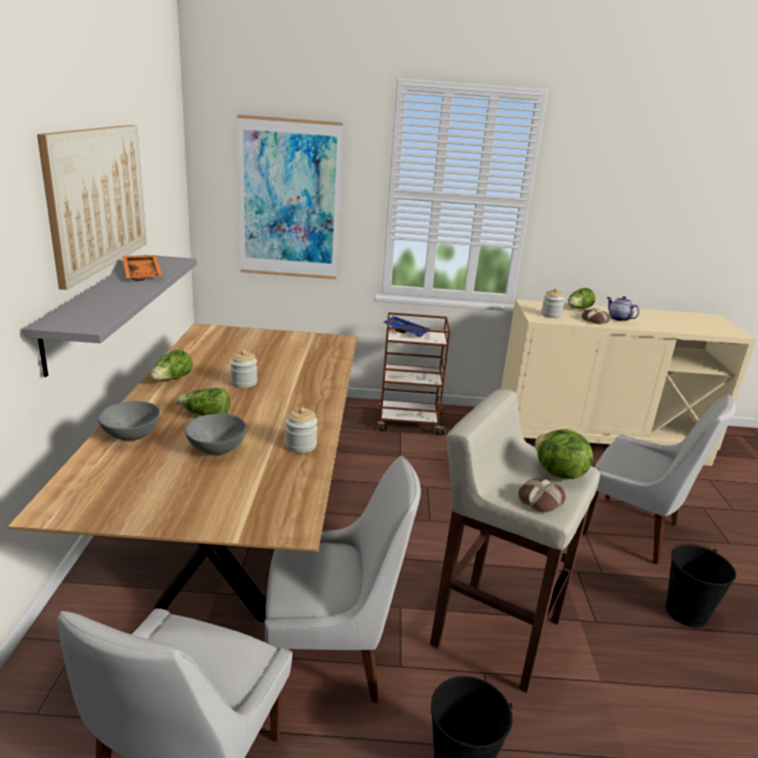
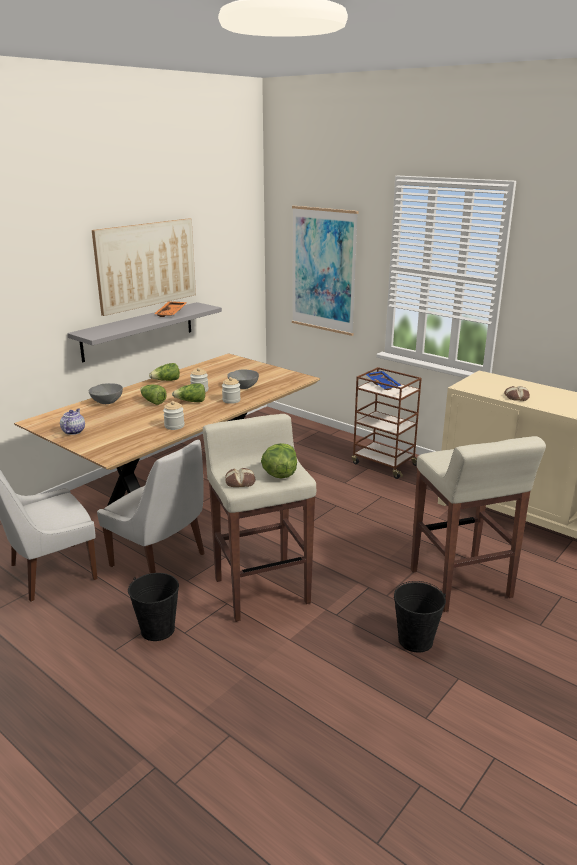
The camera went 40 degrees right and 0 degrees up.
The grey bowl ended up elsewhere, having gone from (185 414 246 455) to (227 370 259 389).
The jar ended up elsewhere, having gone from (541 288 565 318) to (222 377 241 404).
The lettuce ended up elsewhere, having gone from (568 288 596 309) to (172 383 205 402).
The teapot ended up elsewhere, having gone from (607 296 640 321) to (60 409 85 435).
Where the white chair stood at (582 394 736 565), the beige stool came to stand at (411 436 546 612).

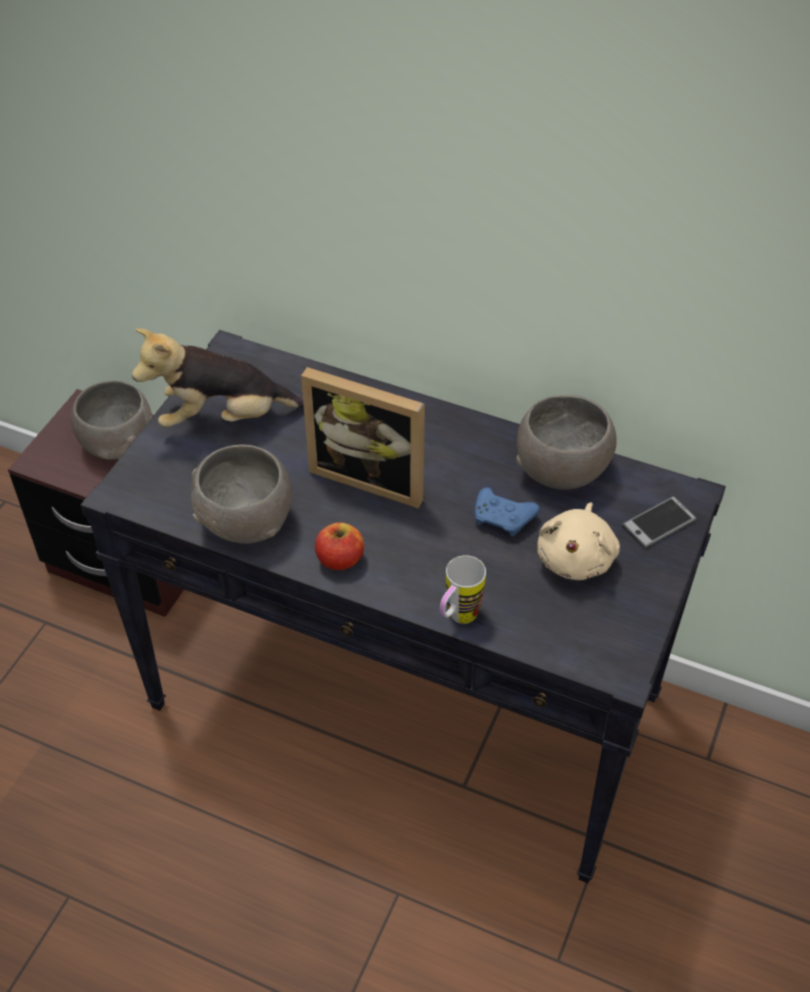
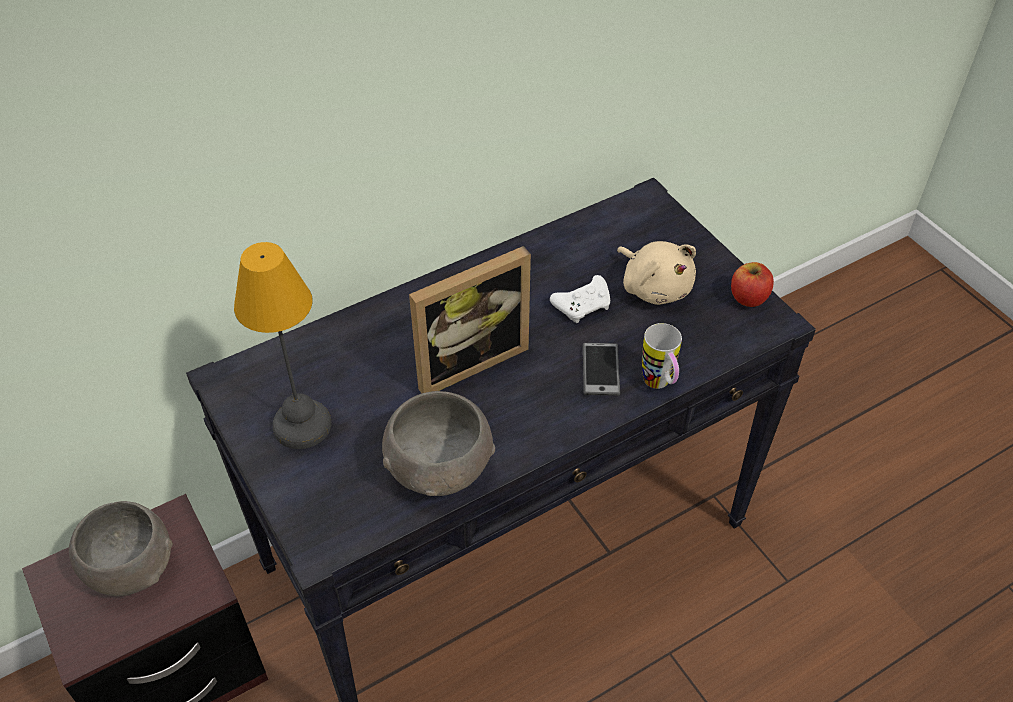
The camera went 55 degrees left and 0 degrees up.
The second view lost the grey bowl at (516 395 617 490).
The apple ended up elsewhere, having gone from (315 523 364 570) to (731 262 774 307).
The phone ended up elsewhere, having gone from (622 496 697 548) to (583 343 620 396).
Where the plush toy stood at (132 328 304 427), the table lamp came to stand at (234 242 332 449).
What was the blue game controller at (475 487 540 536) turned into the white game controller at (550 275 610 323).

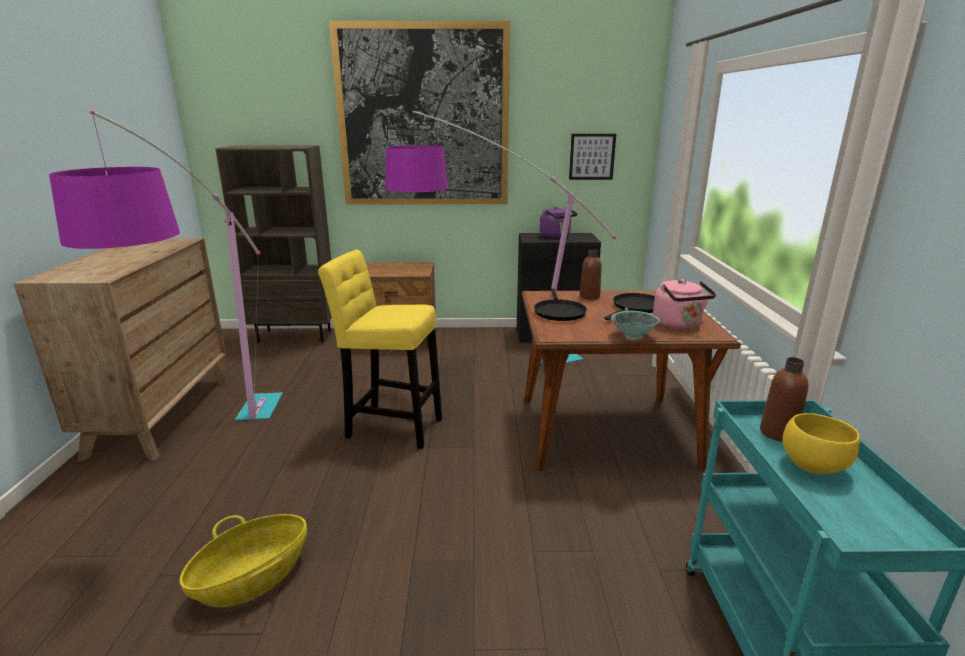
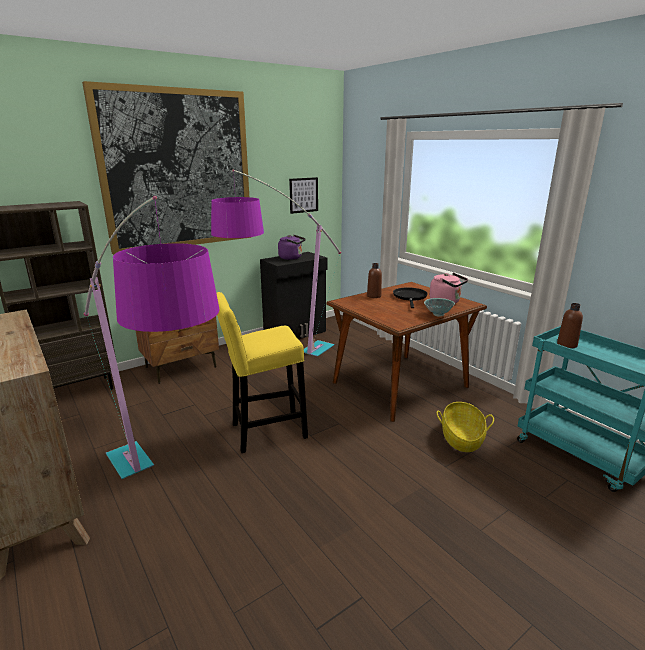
The camera went 35 degrees left and 0 degrees up.
The second view lost the black frying pan at (534 289 587 321).
The second view lost the yellow bowl at (783 413 860 474).
The basket ended up elsewhere, having gone from (179 514 307 607) to (437 402 494 452).

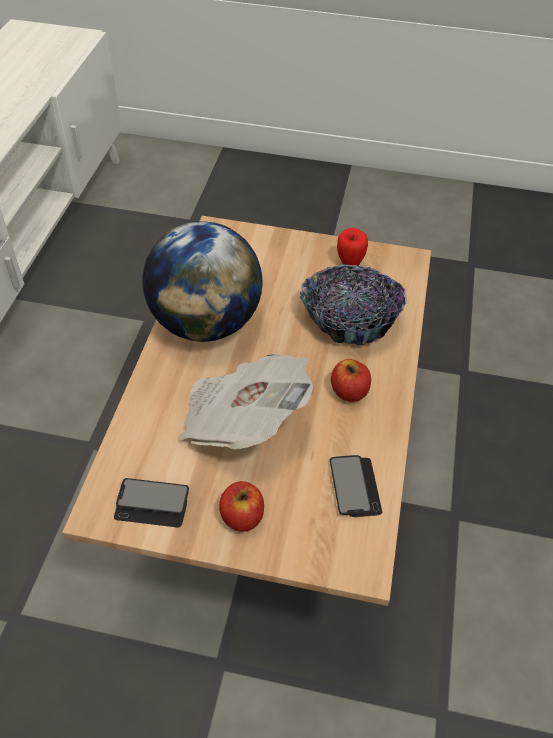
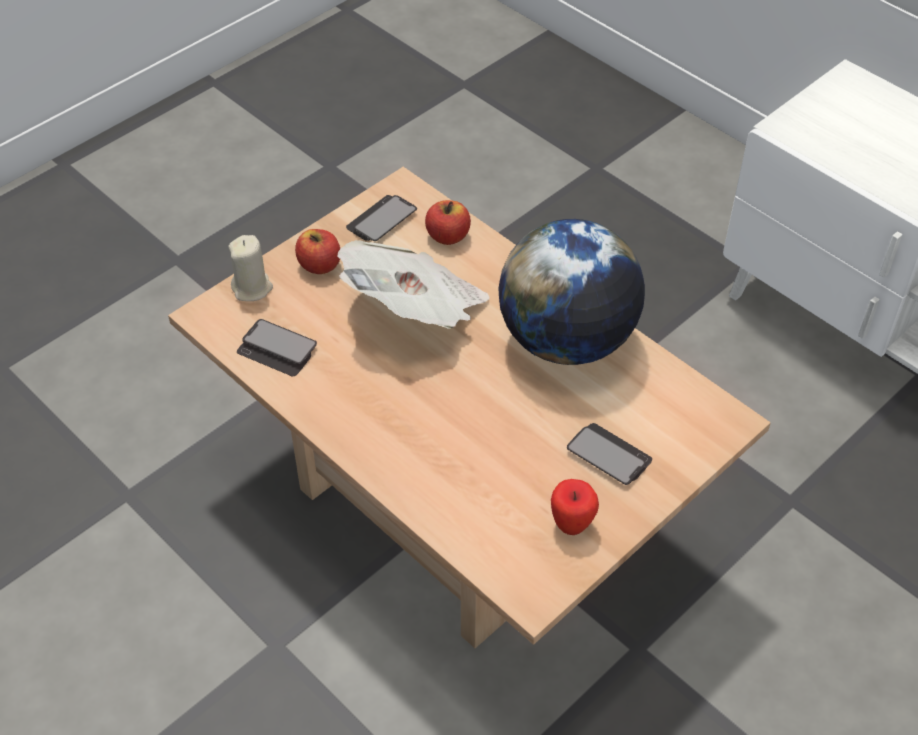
The camera went 125 degrees right and 0 degrees up.
The second view lost the bowl at (300 265 407 345).
The second view gained the beige candle at (229 235 273 301).
The second view gained the phone at (567 423 652 485).
The apple ended up elsewhere, having gone from (331 359 371 402) to (425 200 471 245).

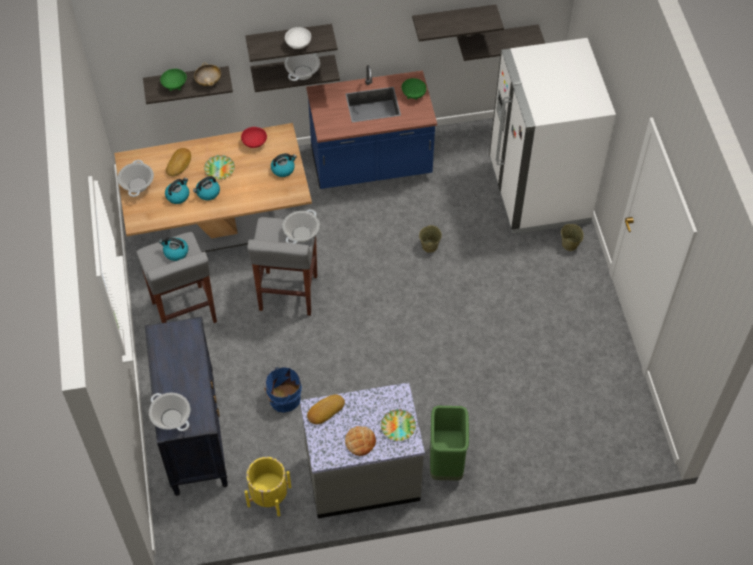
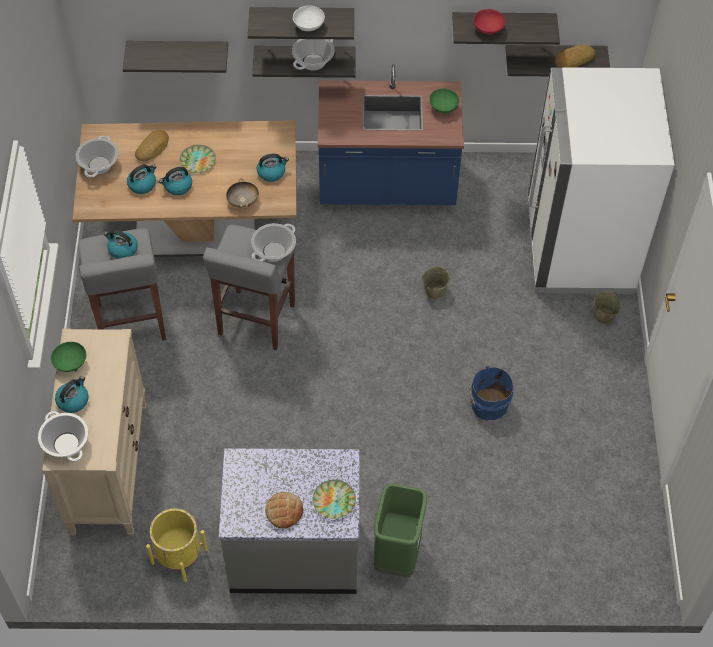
The camera went 10 degrees right and 0 degrees up.
The second view gained the kettle at (55 376 89 413).
The green bowl ended up elsewhere, having gone from (160 69 187 91) to (51 342 87 372).
The beige bowl ended up elsewhere, having gone from (194 62 221 86) to (226 178 259 209).
The red bowl ended up elsewhere, having gone from (241 127 267 148) to (474 9 506 35).
The blue bucket ended up elsewhere, having gone from (263 367 302 412) to (468 366 514 420).
The bread ended up elsewhere, having gone from (307 395 345 425) to (555 45 595 68).
What was the black dresser at (145 316 228 496) turned into the beige dresser at (42 329 146 536).

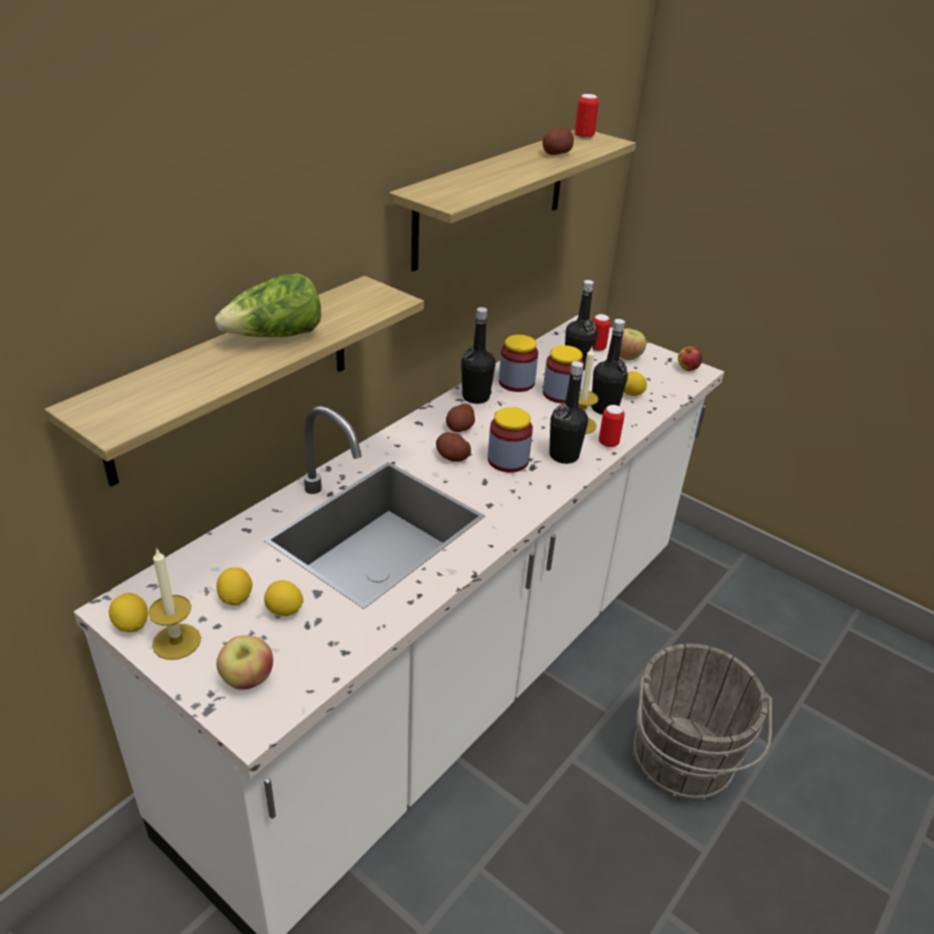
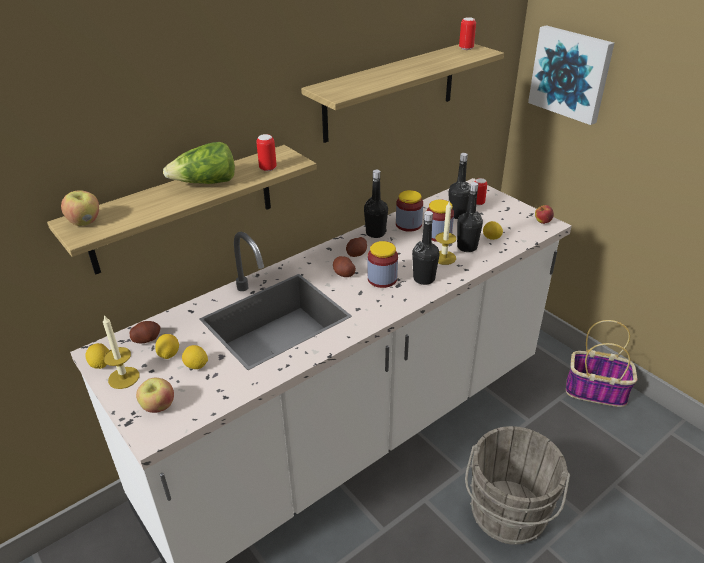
The camera went 15 degrees right and 0 degrees up.
The second view gained the picture at (528 25 614 125).
The second view gained the basket at (566 320 637 407).
The potato ended up elsewhere, having gone from (543 127 574 155) to (129 321 160 343).
The can ended up elsewhere, having gone from (599 405 625 447) to (256 134 277 171).
The apple ended up elsewhere, having gone from (620 328 647 360) to (61 190 99 226).

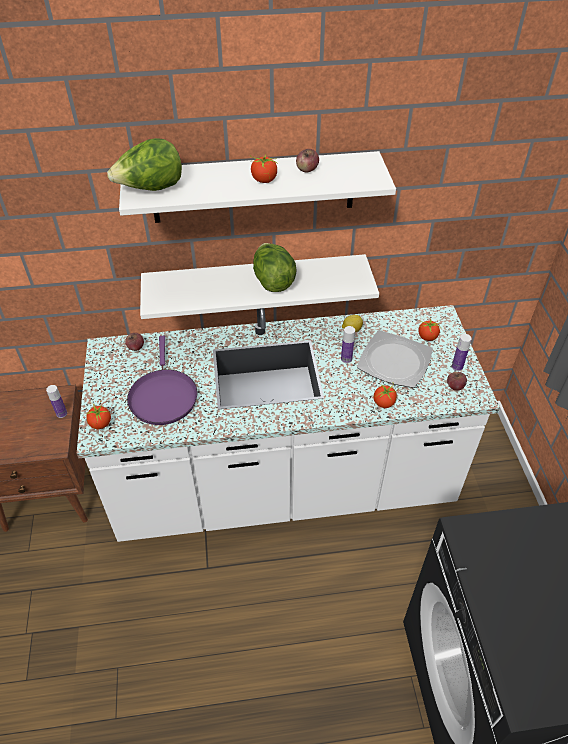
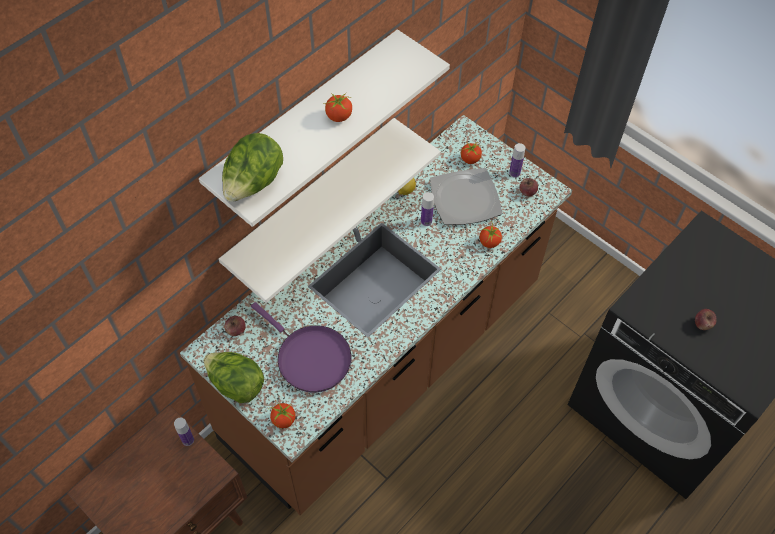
The camera went 40 degrees left and 10 degrees up.
The lettuce ended up elsewhere, having gone from (253 243 297 292) to (203 352 264 403).
The apple ended up elsewhere, having gone from (296 149 319 173) to (695 309 717 330).
What was the white counter at (77 305 500 542) turned into the brown counter at (180 115 572 516).

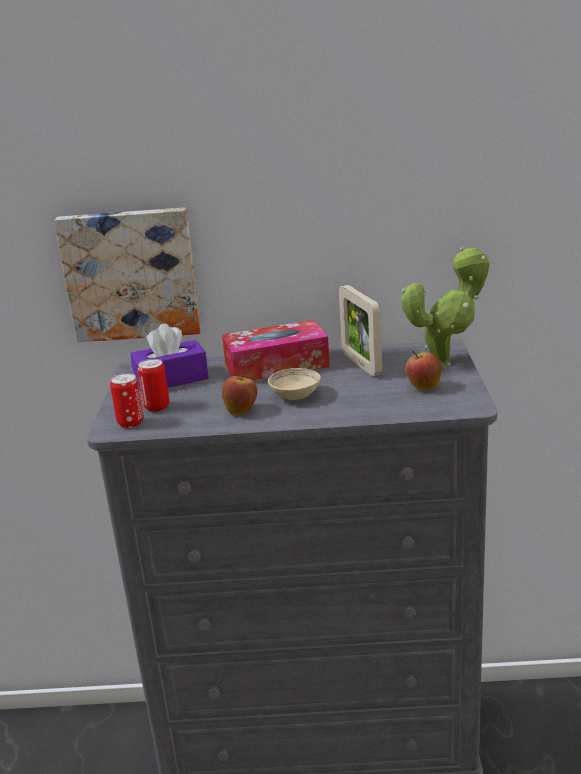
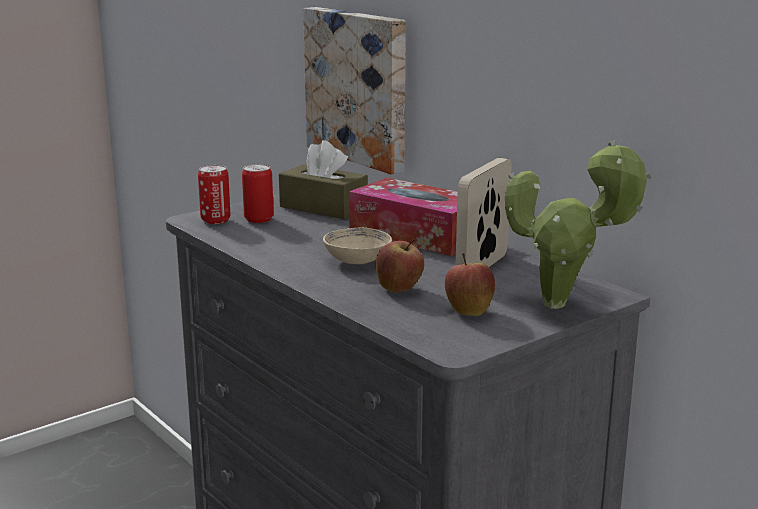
The camera went 50 degrees right and 5 degrees down.
The apple ended up elsewhere, having gone from (222 371 257 415) to (376 239 424 293).
What was the purple tissue box at (130 323 209 391) turned into the brown tissue box at (279 140 368 219).

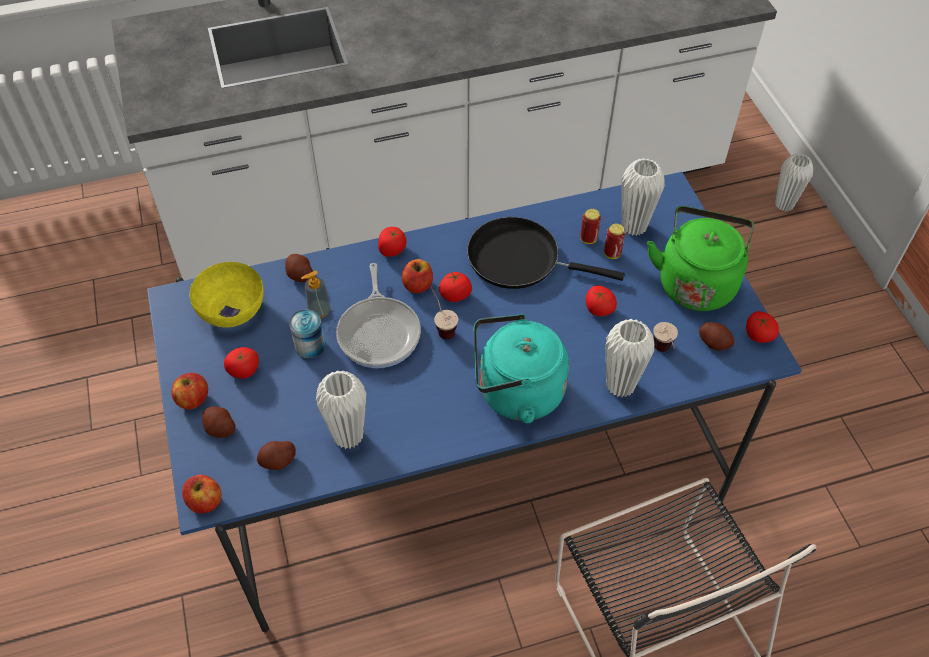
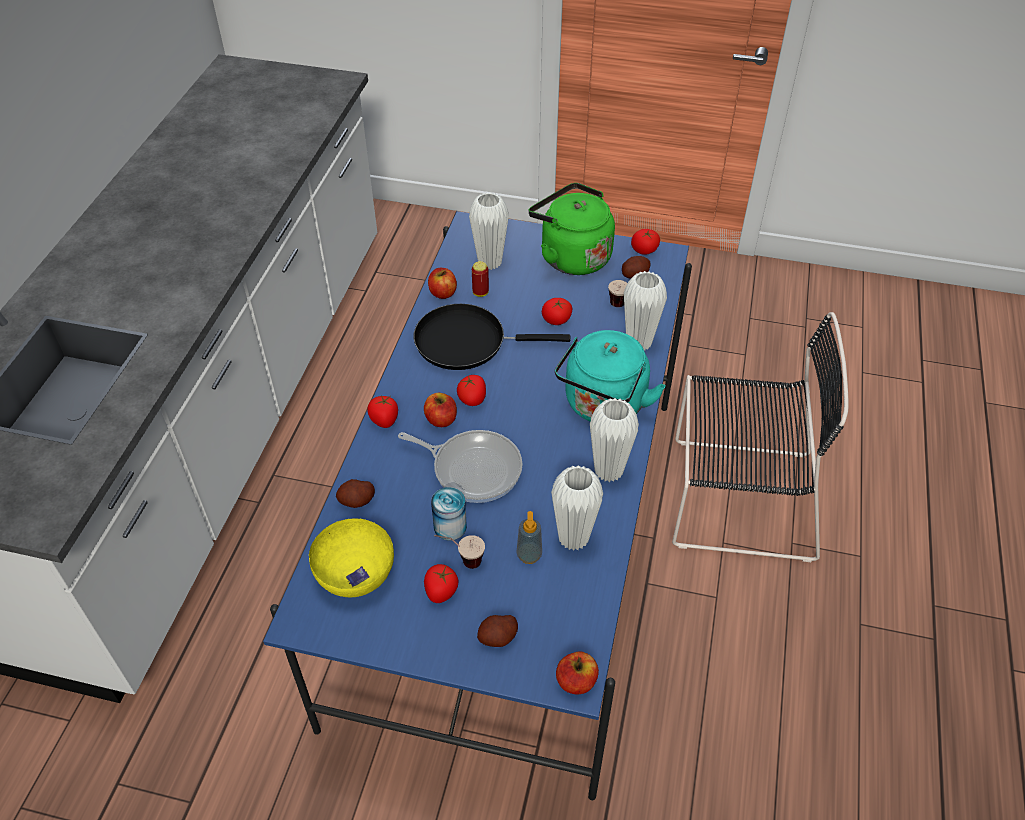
The camera went 60 degrees left and 5 degrees down.
The second view lost the potato at (257 441 296 470).
The second view lost the can at (604 224 625 259).
The apple ended up elsewhere, having gone from (171 373 208 409) to (428 268 457 299).
The soap dispenser ended up elsewhere, having gone from (301 271 330 318) to (517 511 542 564).
The cup ended up elsewhere, having gone from (431 287 458 339) to (434 535 485 569).
The white vase ended up elsewhere, having gone from (775 154 813 211) to (590 398 639 482).
The black frying pan at (467 217 625 289) ended up facing another way, 45 degrees clockwise from before.

